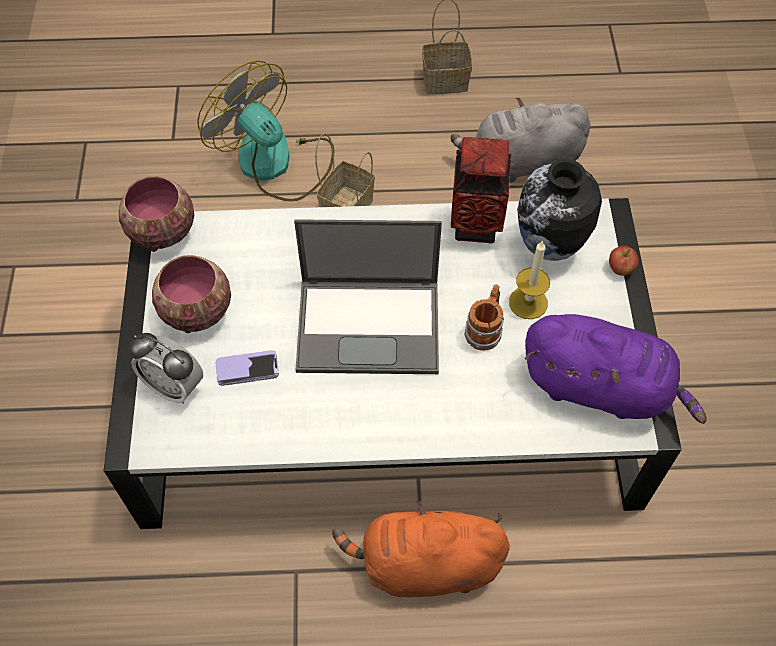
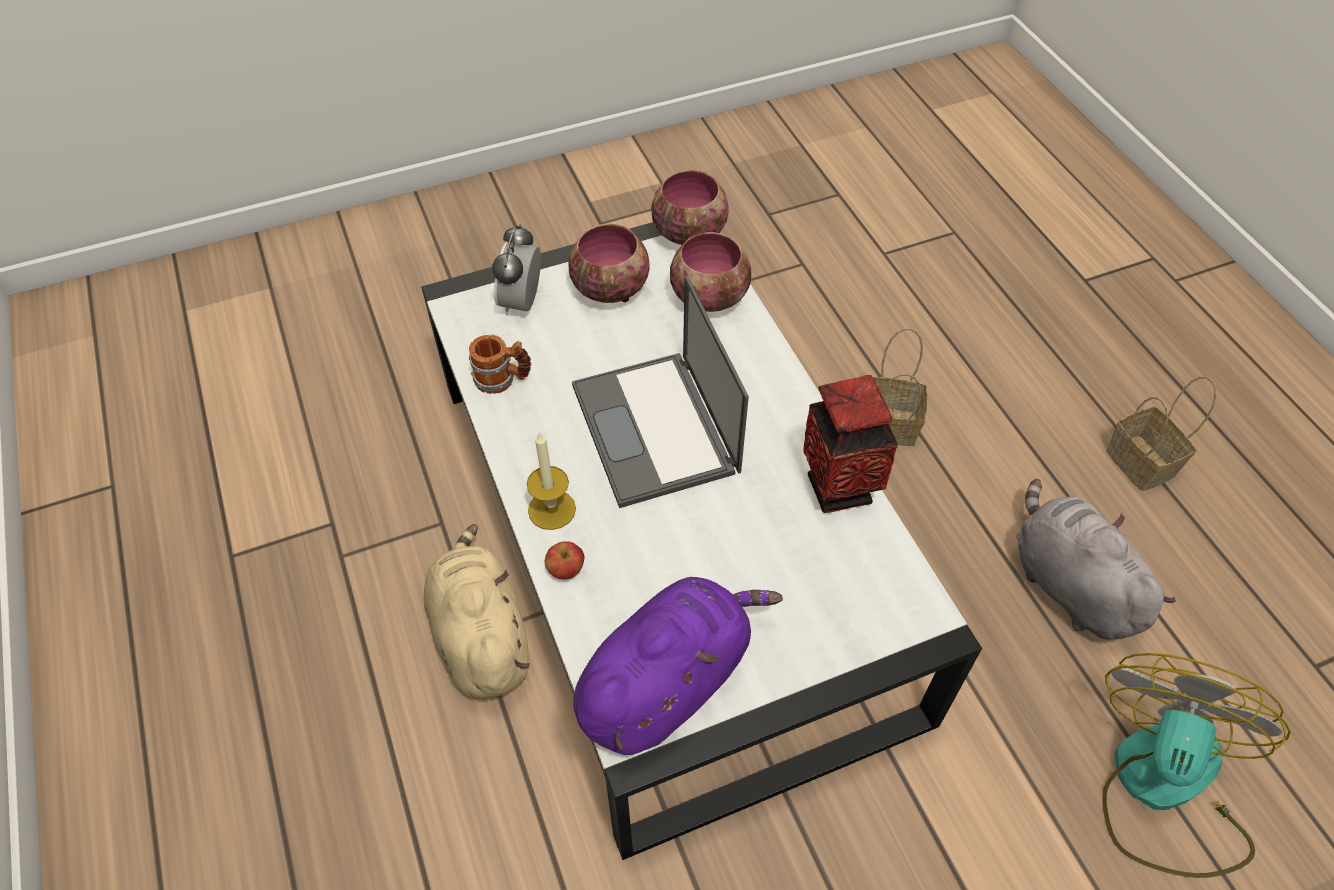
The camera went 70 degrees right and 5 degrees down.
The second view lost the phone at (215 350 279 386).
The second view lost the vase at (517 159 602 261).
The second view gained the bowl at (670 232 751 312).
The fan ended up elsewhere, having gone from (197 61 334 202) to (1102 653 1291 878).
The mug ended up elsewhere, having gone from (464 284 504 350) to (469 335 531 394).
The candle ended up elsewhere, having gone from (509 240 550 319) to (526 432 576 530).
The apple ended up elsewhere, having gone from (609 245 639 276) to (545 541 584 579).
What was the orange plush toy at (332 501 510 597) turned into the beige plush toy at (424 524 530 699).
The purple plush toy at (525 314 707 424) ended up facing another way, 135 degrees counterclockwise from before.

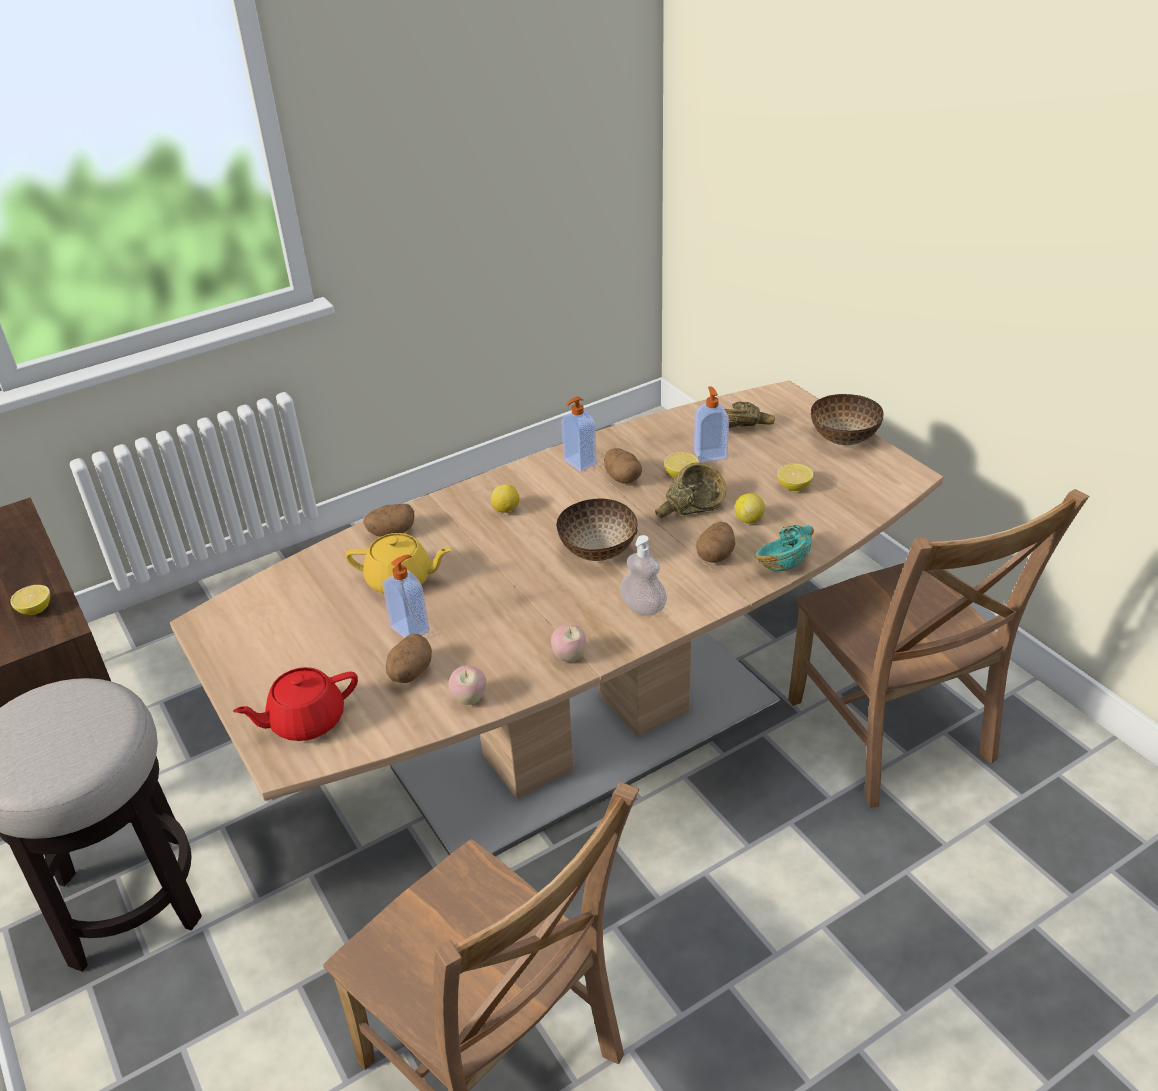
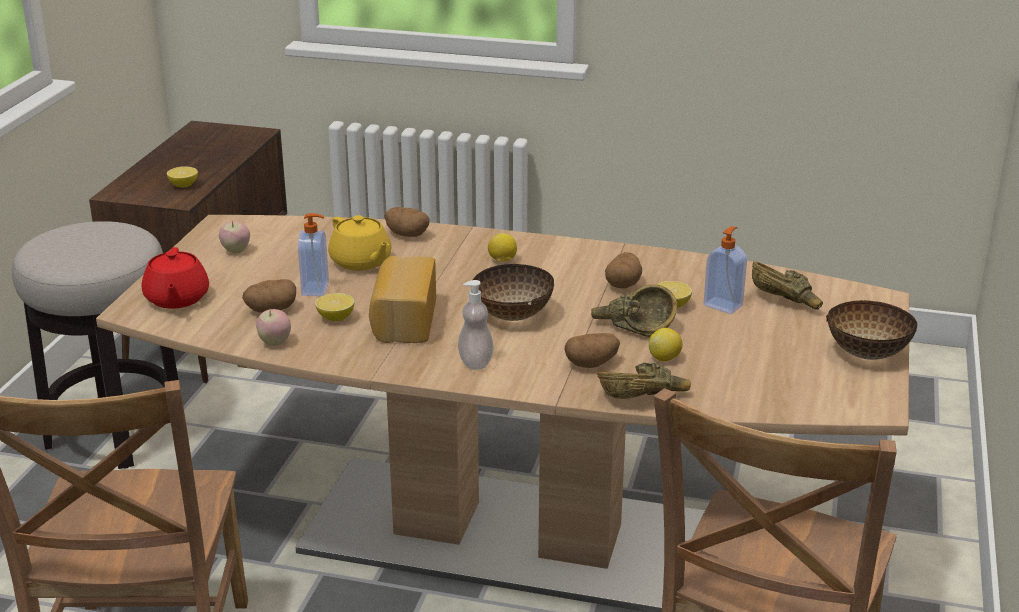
The camera went 45 degrees right and 10 degrees down.
The second view lost the soap dispenser at (561 397 597 472).
The second view gained the bread at (369 256 436 343).
The apple ended up elsewhere, having gone from (551 625 586 662) to (219 221 250 253).
The lemon ended up elsewhere, having gone from (777 463 814 491) to (315 293 354 321).
What was the turquoise bowl at (755 525 814 571) turned into the brown bowl at (597 363 691 399).
The red teapot at (233 667 358 741) ended up facing another way, 120 degrees counterclockwise from before.

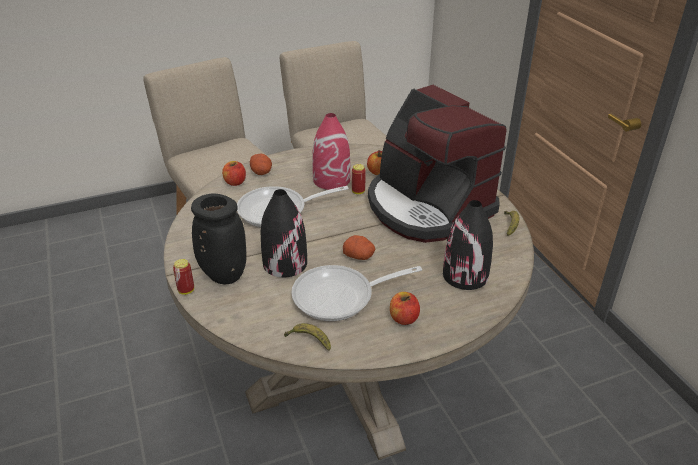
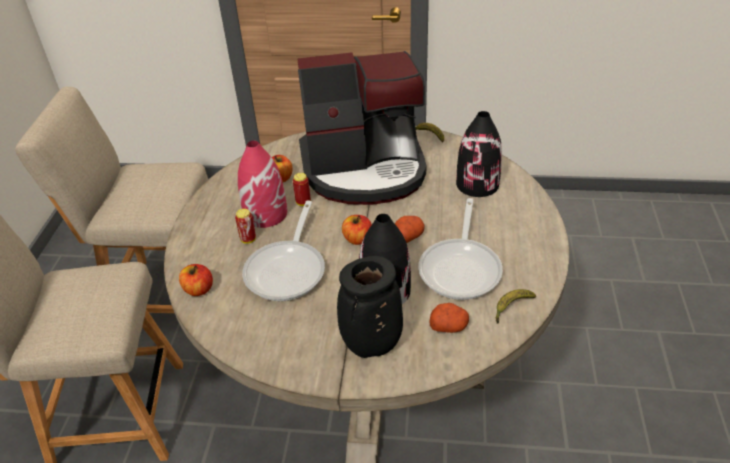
The camera went 60 degrees left and 5 degrees up.
The can ended up elsewhere, having gone from (173 259 194 295) to (235 209 256 244).
The potato ended up elsewhere, having gone from (250 154 272 175) to (429 303 469 333).
The apple ended up elsewhere, having gone from (390 292 420 325) to (342 215 372 245).

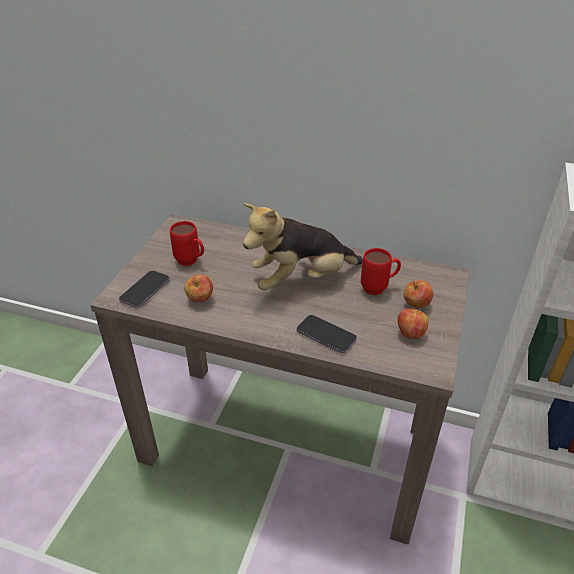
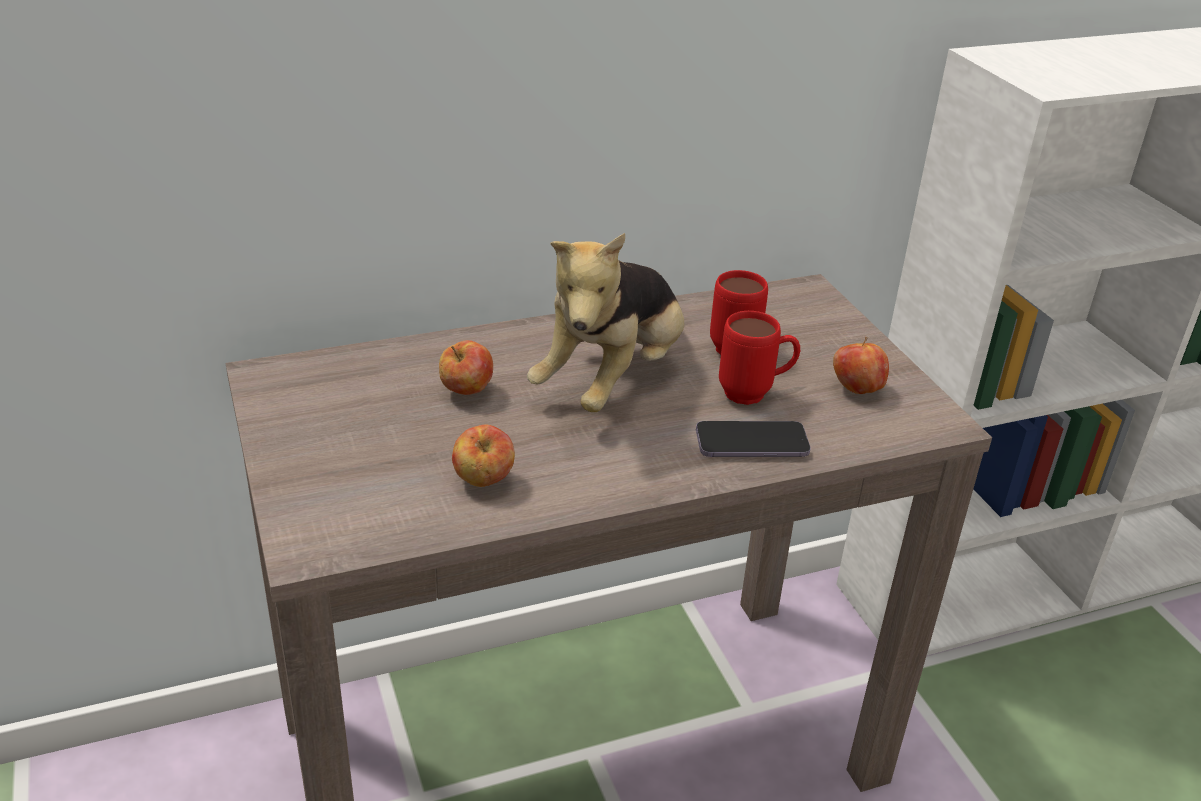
The camera went 40 degrees left and 5 degrees down.
The second view lost the phone at (119 271 170 308).
The red mug ended up elsewhere, having gone from (170 221 204 266) to (719 311 800 405).
The apple ended up elsewhere, having gone from (404 280 433 308) to (439 340 493 395).

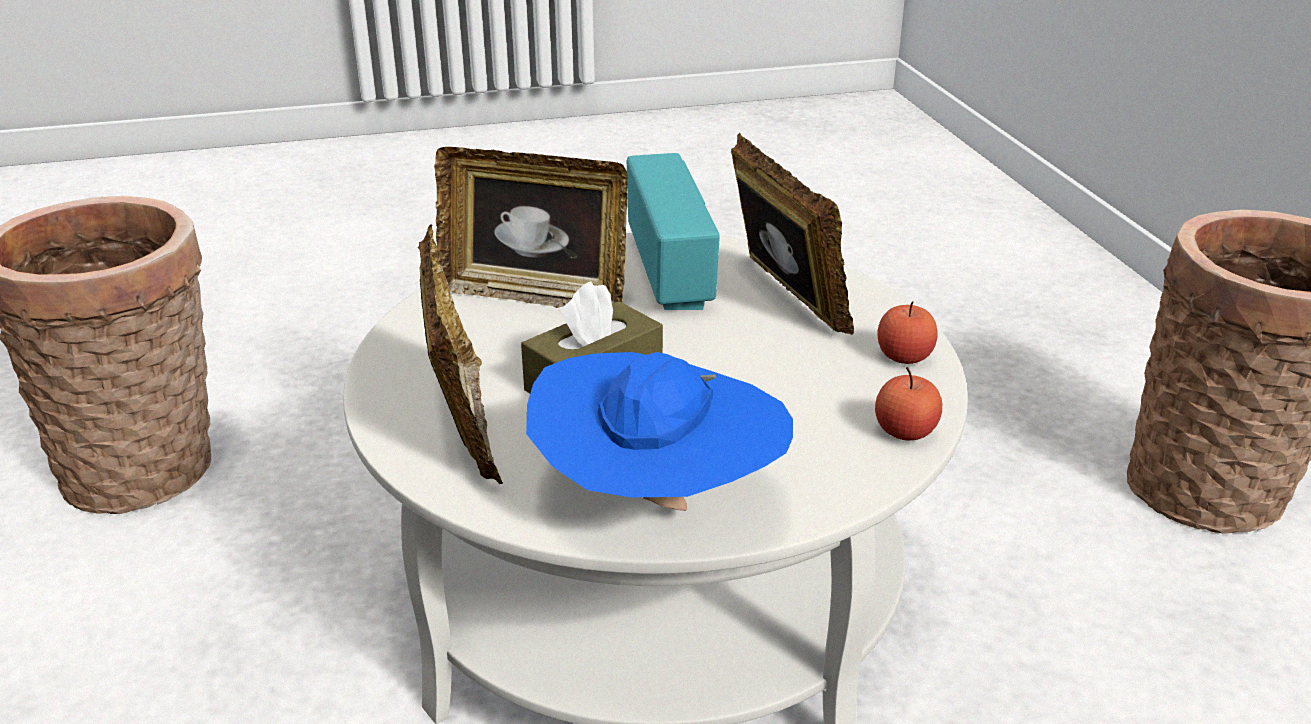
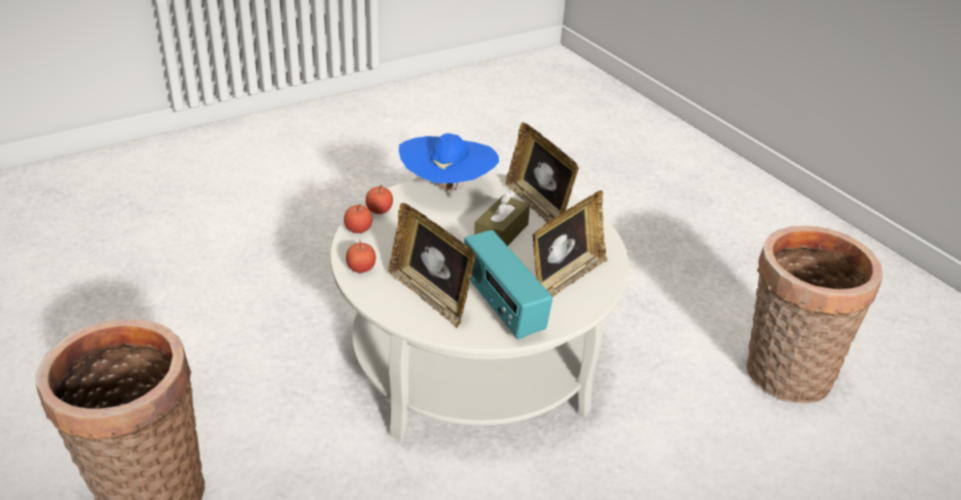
The camera went 160 degrees right and 5 degrees up.
The second view gained the apple at (366 185 393 214).
The picture frame at (434 147 628 308) ended up facing another way, 135 degrees clockwise from before.

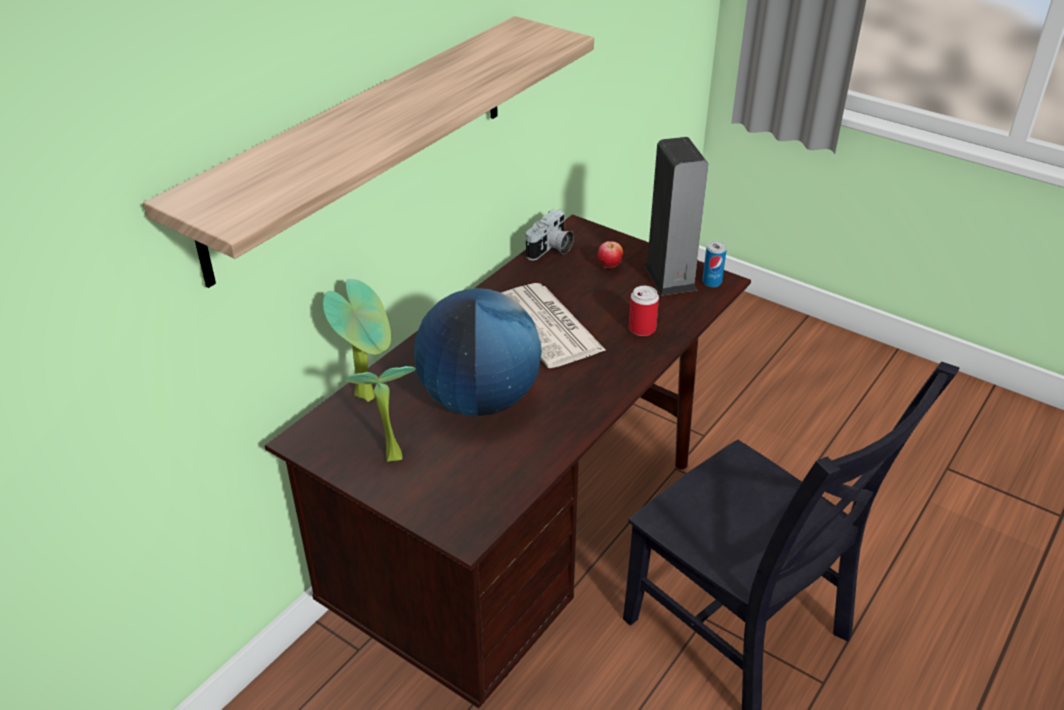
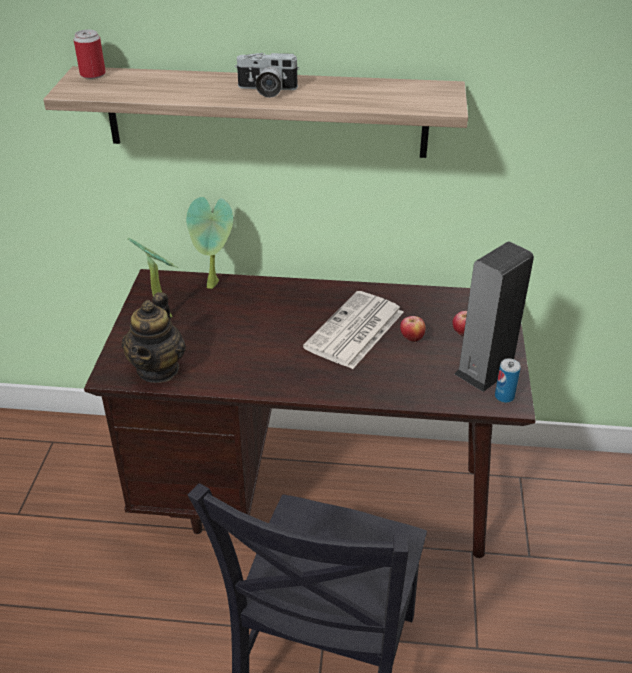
The camera went 60 degrees right and 0 degrees up.
The second view lost the globe at (414 288 542 416).
The second view gained the teapot at (122 292 186 383).
The second view gained the apple at (400 316 425 342).
The photo camera ended up elsewhere, having gone from (526 209 574 260) to (235 53 300 98).
The can ended up elsewhere, having gone from (629 286 659 336) to (74 30 106 79).

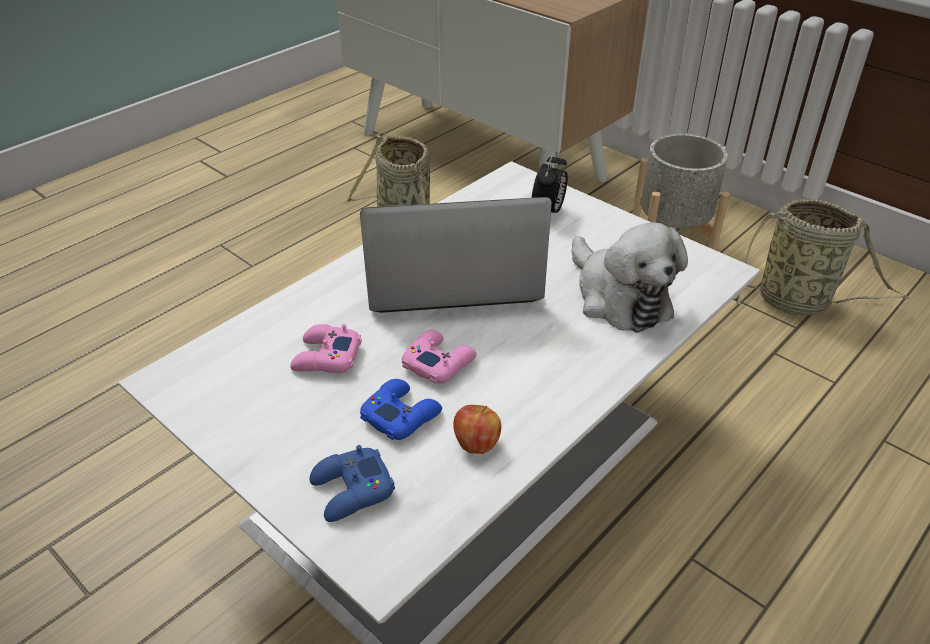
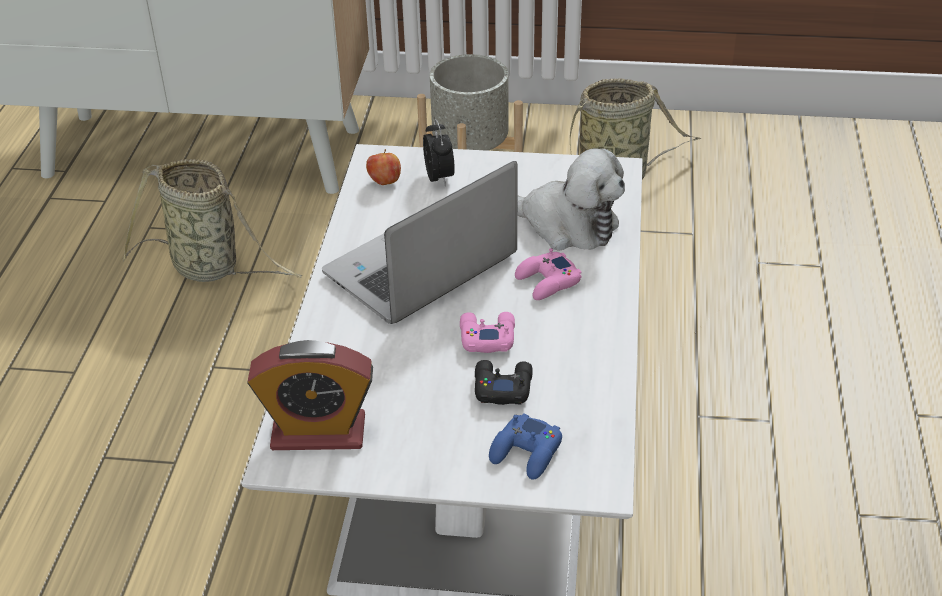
The camera went 35 degrees left and 0 degrees up.
The second view gained the alarm clock at (247 340 373 450).
The pink game controller ended up elsewhere, having gone from (290 324 362 373) to (515 248 582 300).
The apple ended up elsewhere, having gone from (453 405 501 454) to (366 149 401 185).
What was the blue game controller at (360 379 442 440) turned into the black game controller at (475 360 533 405).

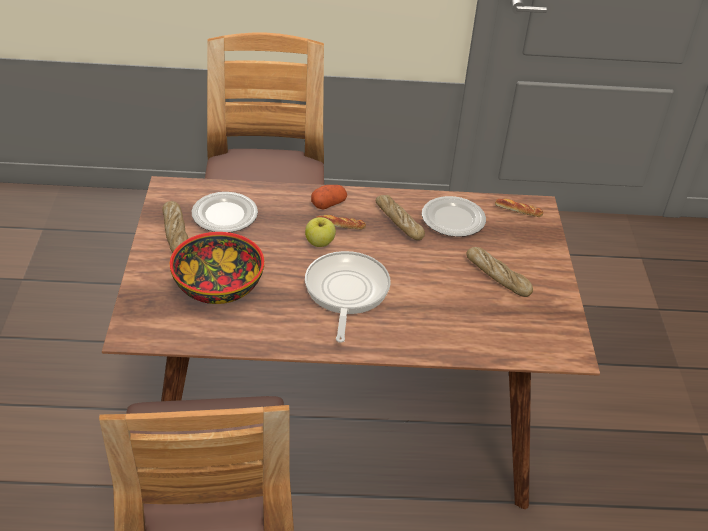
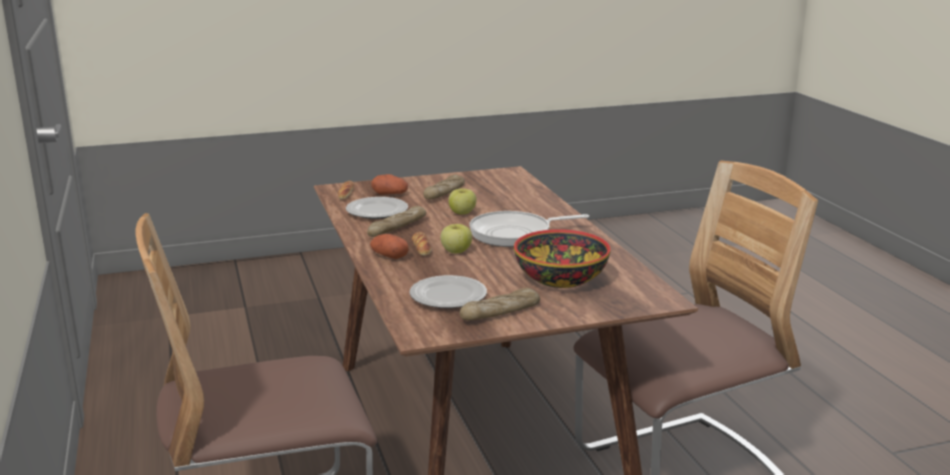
The camera went 105 degrees left and 20 degrees down.
The second view gained the potato at (371 174 408 194).
The second view gained the apple at (448 188 476 214).

